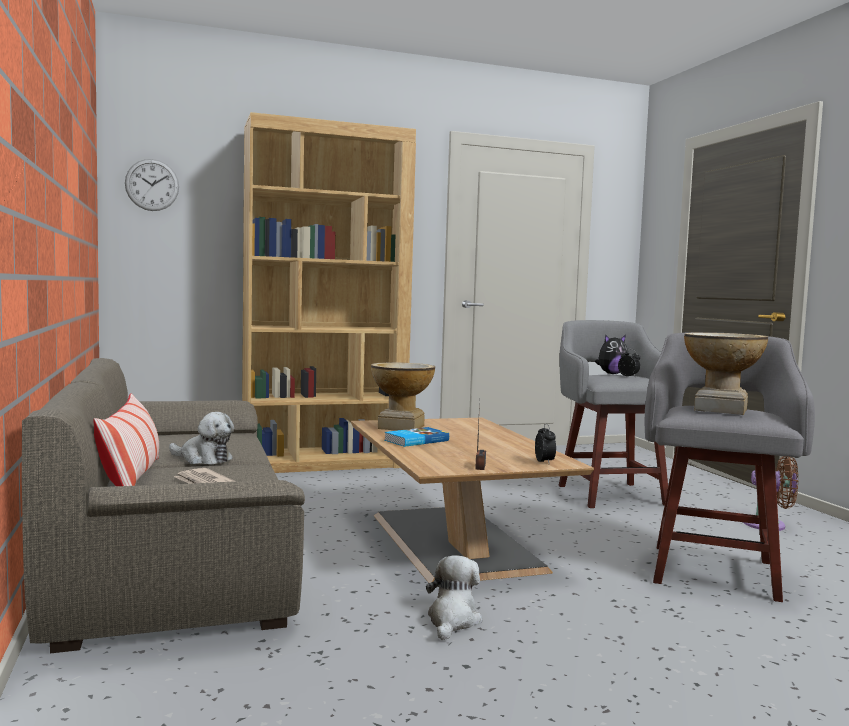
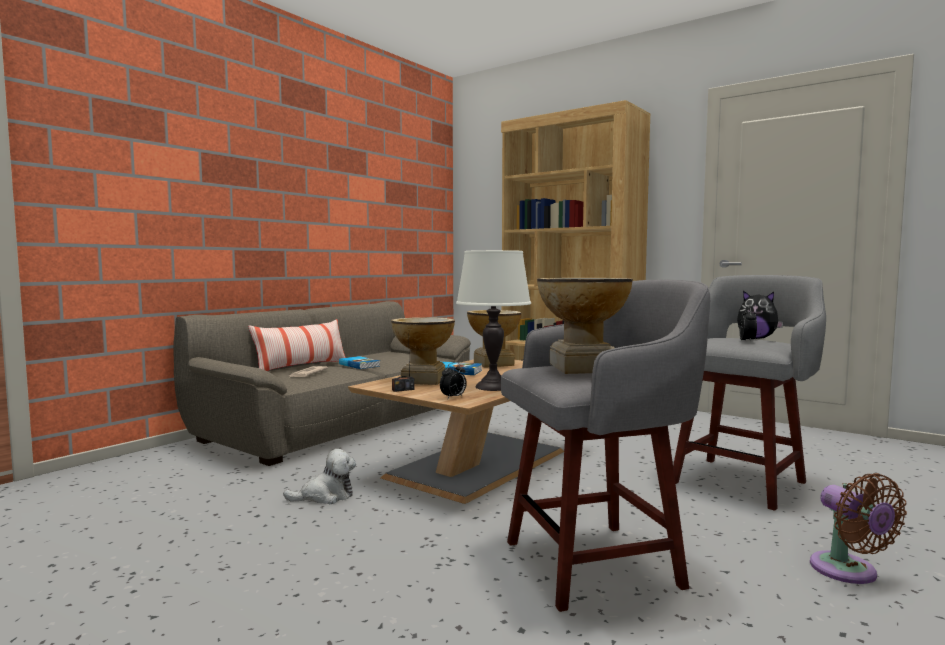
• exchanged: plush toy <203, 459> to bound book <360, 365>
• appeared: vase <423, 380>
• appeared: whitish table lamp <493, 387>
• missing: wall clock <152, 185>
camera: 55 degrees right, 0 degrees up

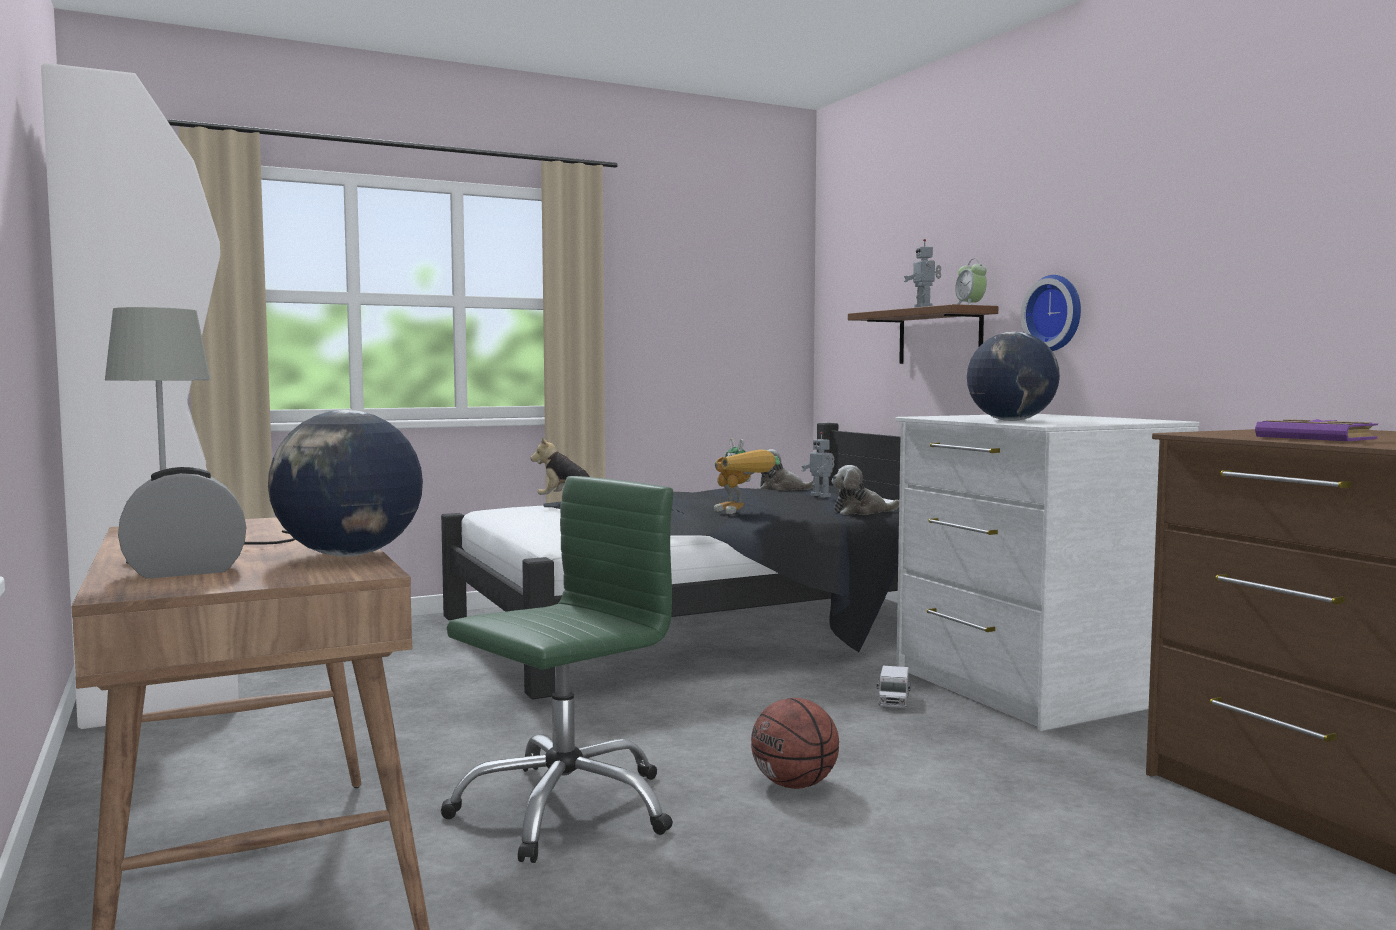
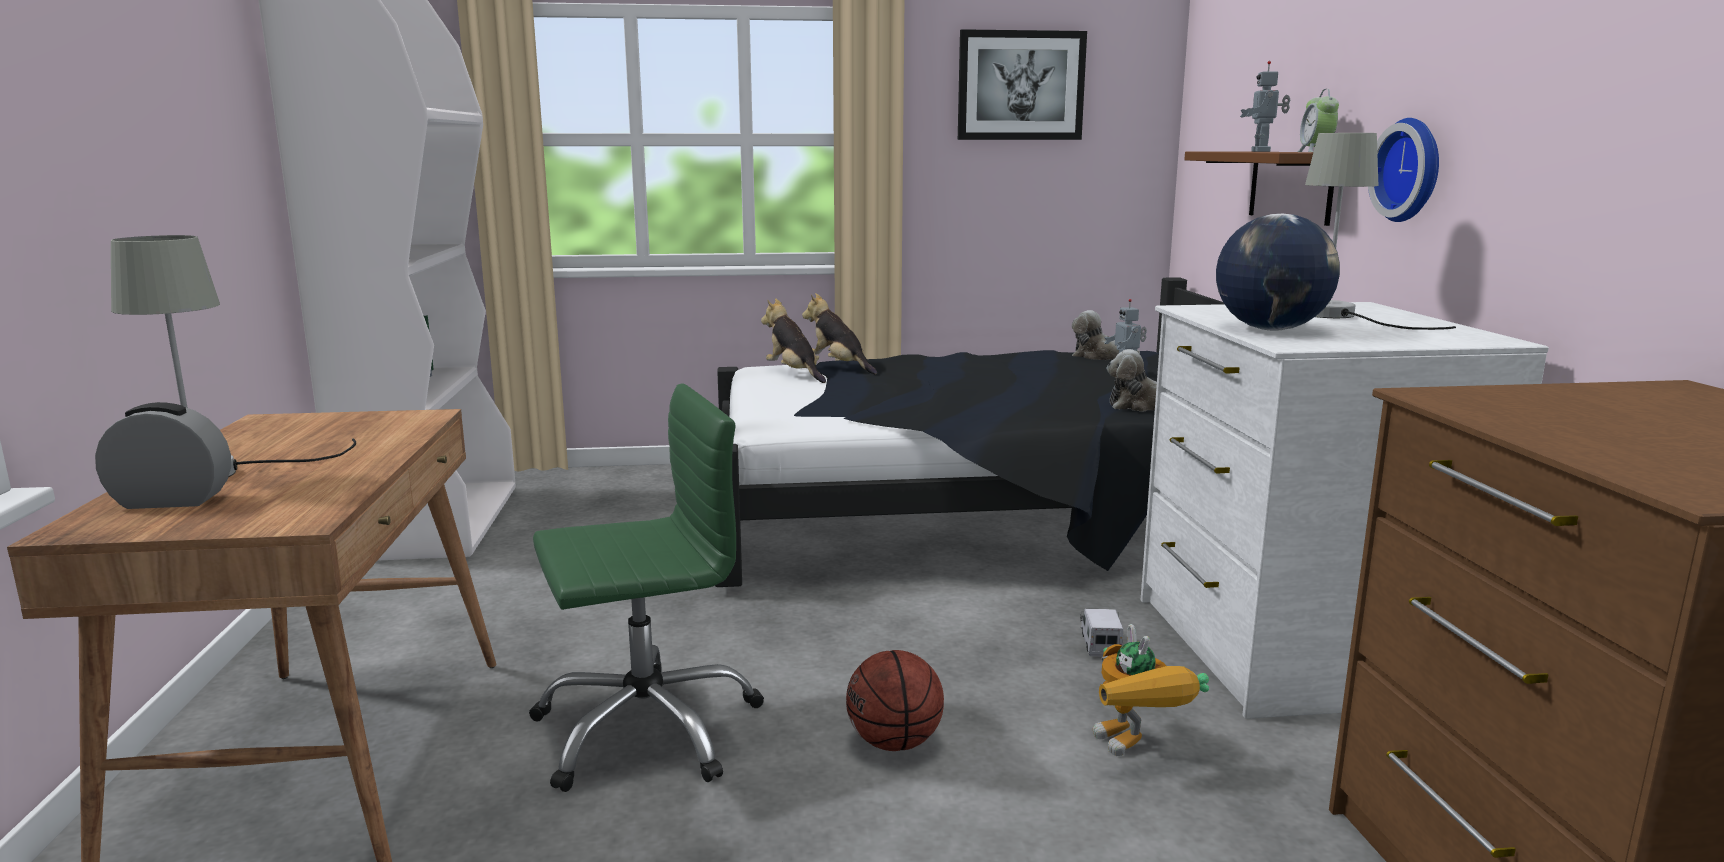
• appeared: plush toy <794, 374>
• appeared: wall art <1020, 86>
• spun: model truck <893, 701> = <1100, 645> 150 degrees clockwise
• relocated: toy robot <742, 512> to <1136, 751>
• appeared: grey table lamp <1340, 316>
• missing: desk globe <349, 555>
• missing: purple-coloured bound book <1318, 439>
camera: 20 degrees right, 10 degrees up

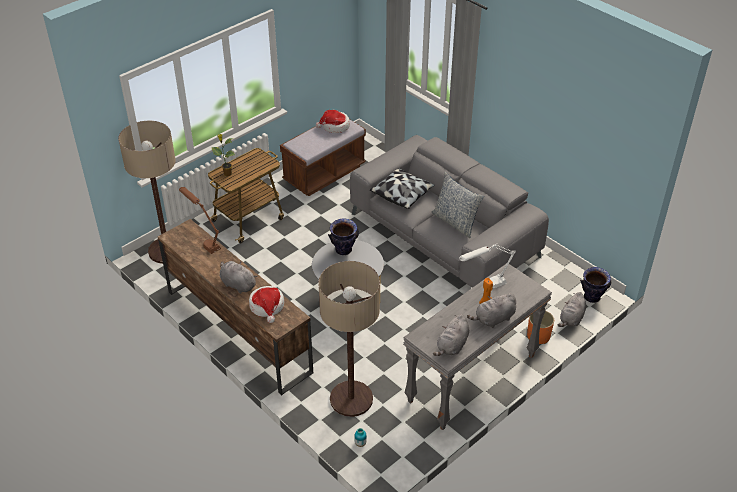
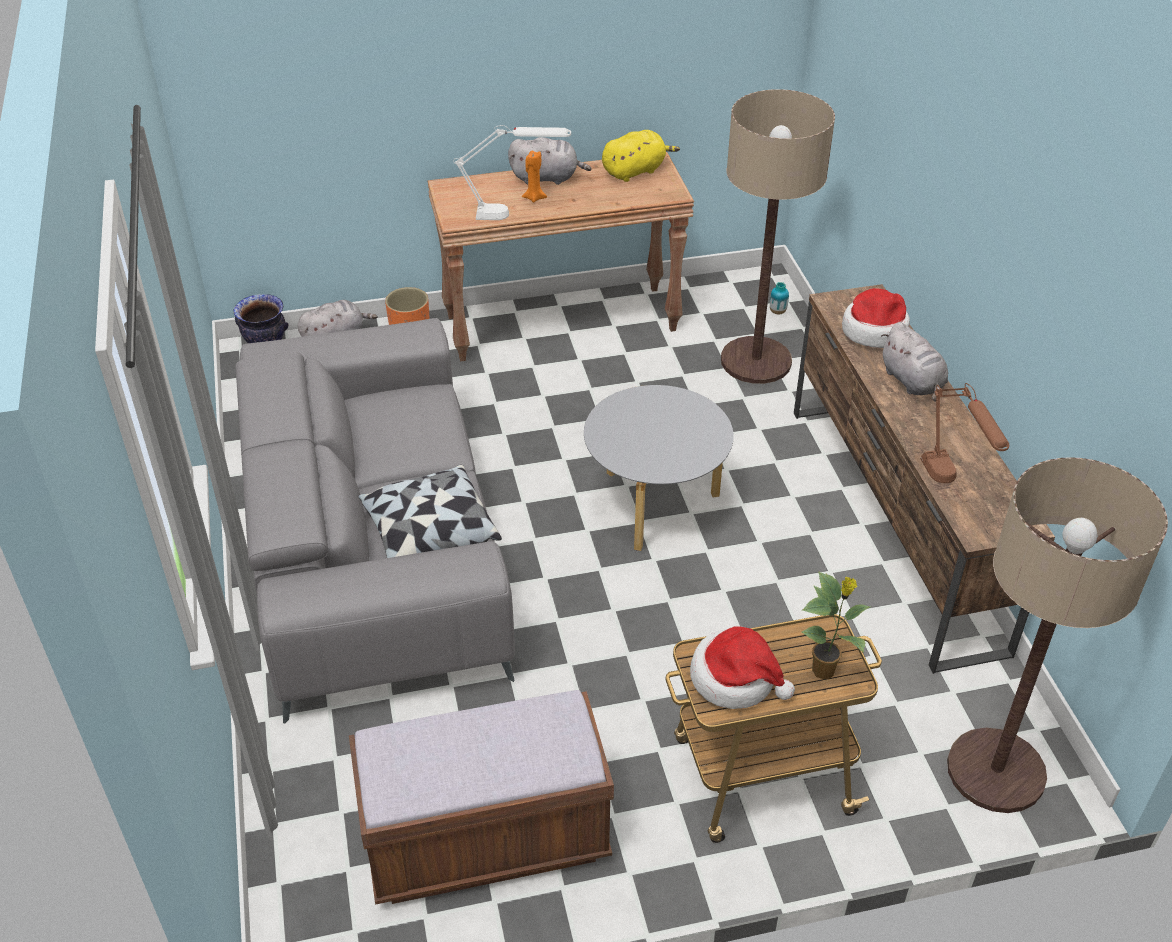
• colour: grey console table <472, 379> to brown-coloured console table <561, 322>
• colour: grey plush toy <452, 346> to yellowish plush toy <635, 171>
• relocated: clothing hat <335, 126> to <735, 679>
• missing: vase <343, 250>
• missing: cushion <455, 222>
camera: 150 degrees left, 0 degrees up

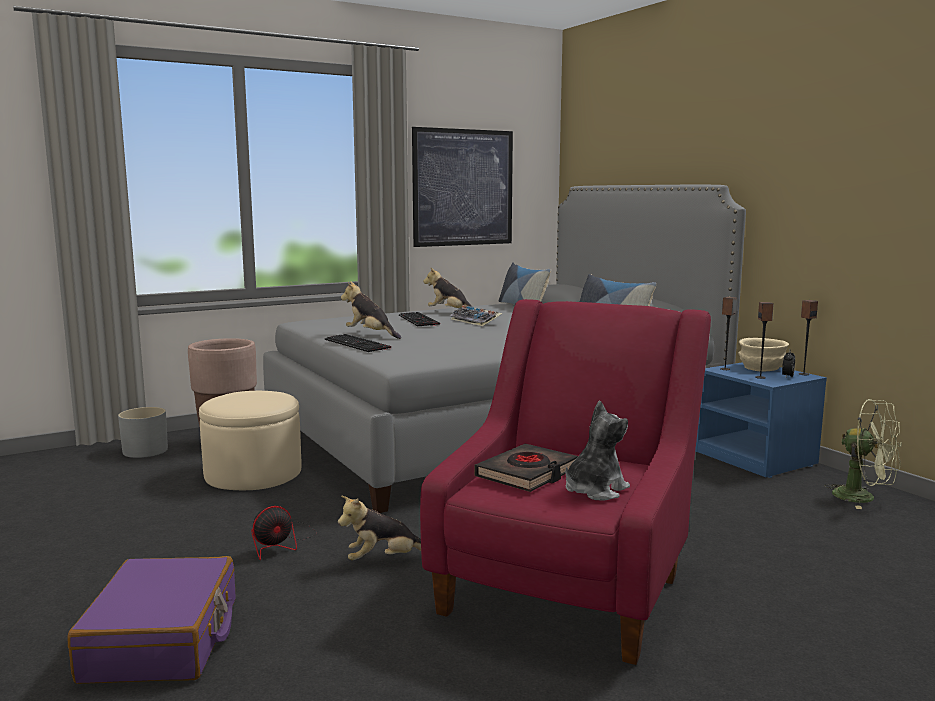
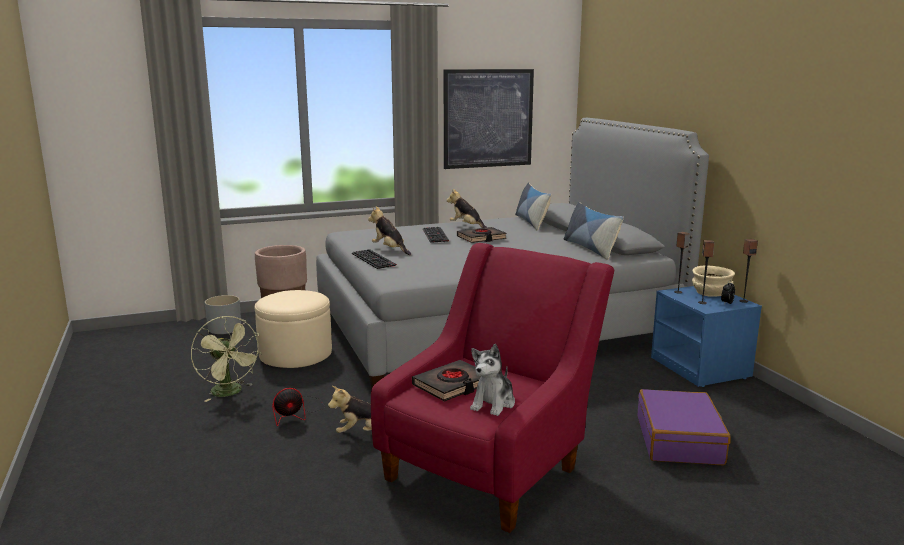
• relocated: green cooling fan <863, 498> to <230, 393>
• exchanged: keyboard <476, 321> to black-coloured bound book <481, 238>
• spun: plush toy <594, 490> = <493, 403> 150 degrees clockwise
• relocated: purple-coloured travel case <163, 640> to <679, 440>
camera: 10 degrees right, 5 degrees up

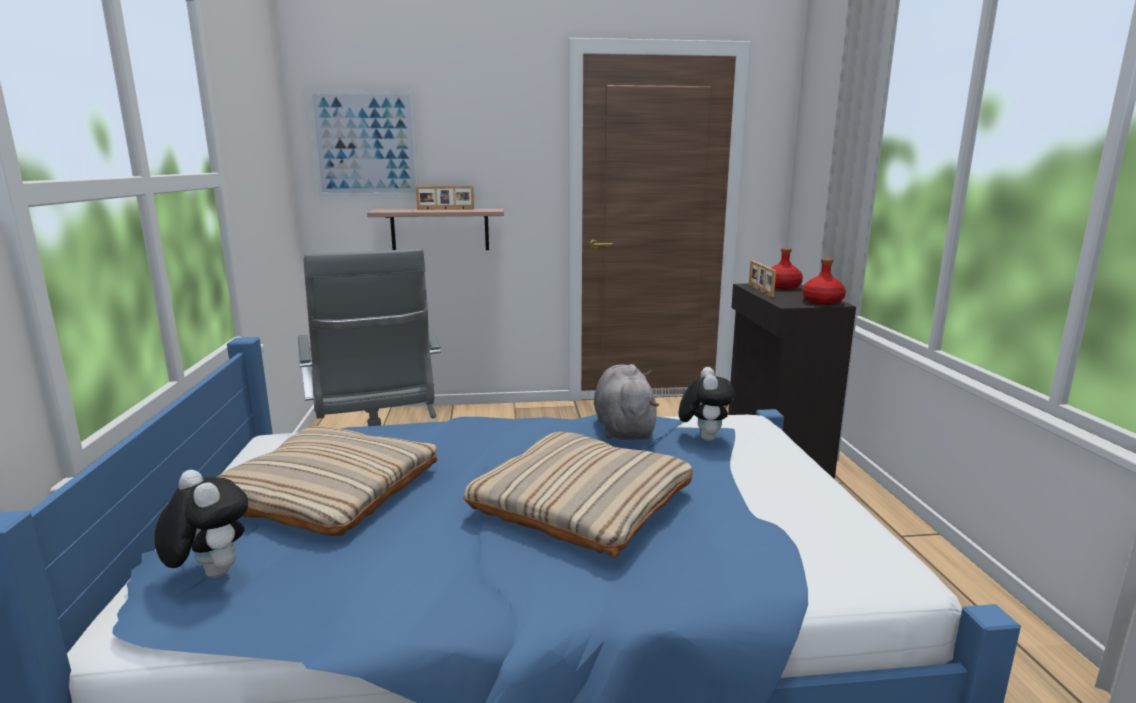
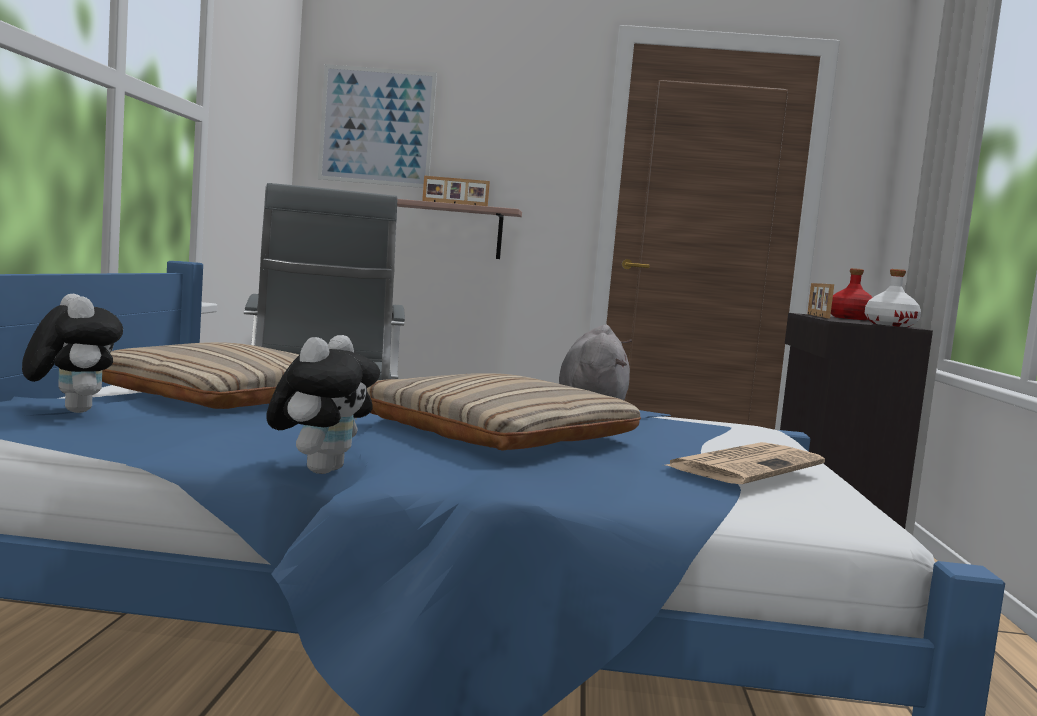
• relocated: plush toy <703, 437> to <320, 469>
• appeared: printed paper <746, 465>
• colour: red-coloured drink bottle <822, 302> to whitish drink bottle <890, 325>
camera: 10 degrees right, 10 degrees down

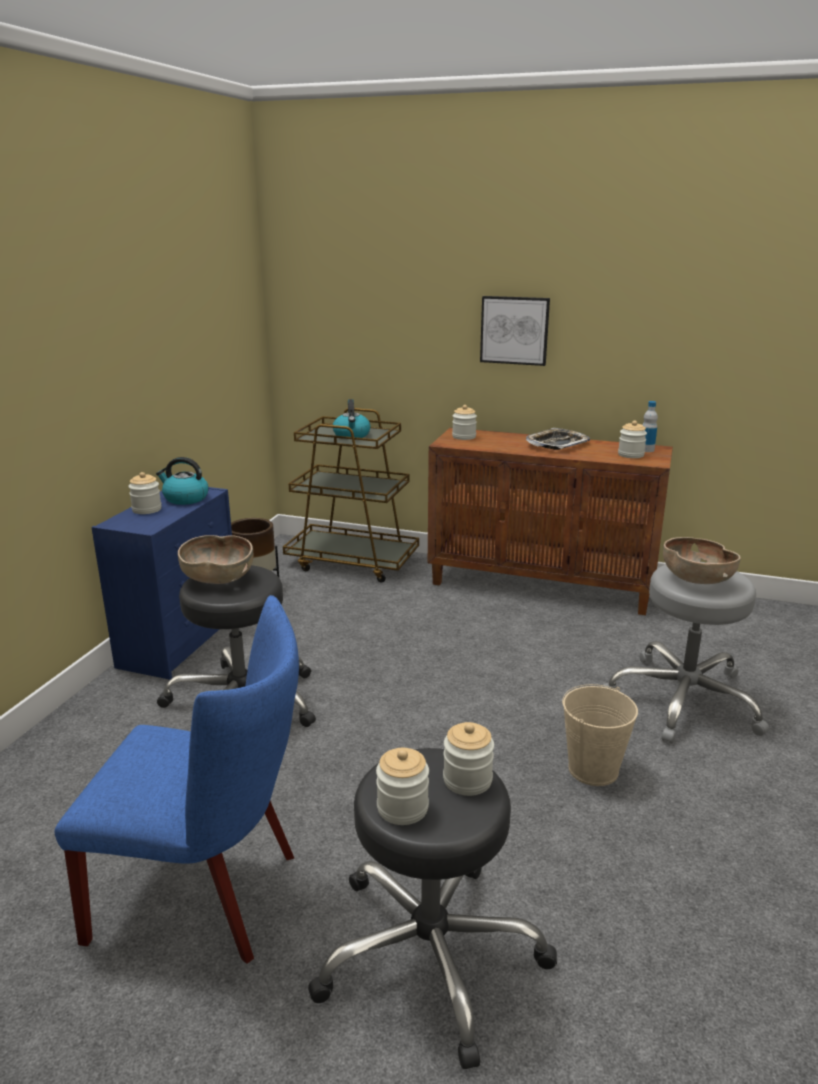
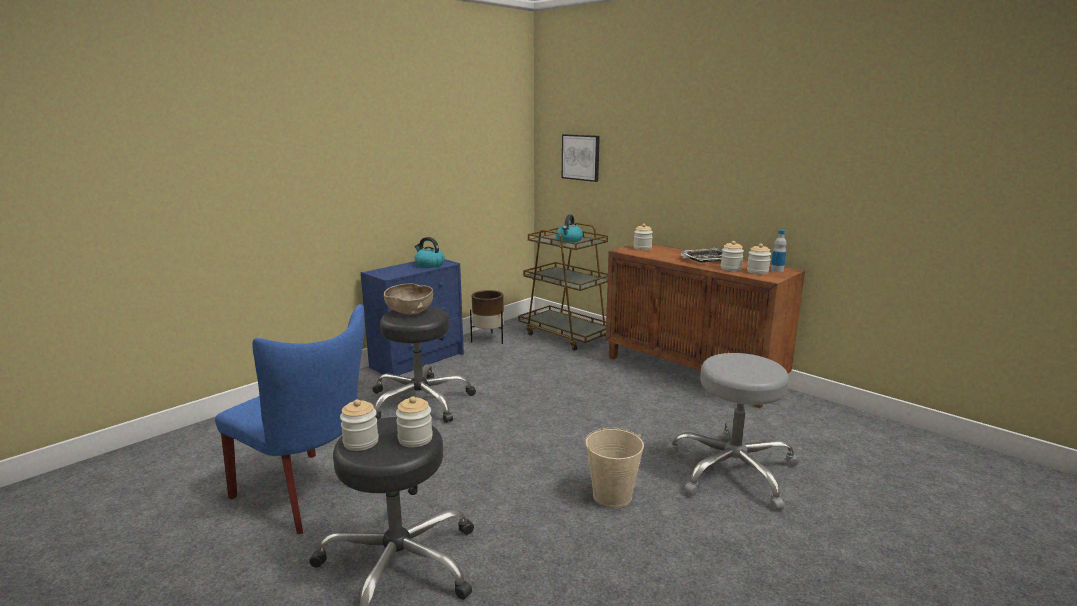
• relocated: wall art <514, 330> to <581, 157>
• relocated: preserve jar <147, 509> to <731, 268>
• missing: brown-coloured serving bowl <695, 580>
camera: 25 degrees right, 5 degrees down

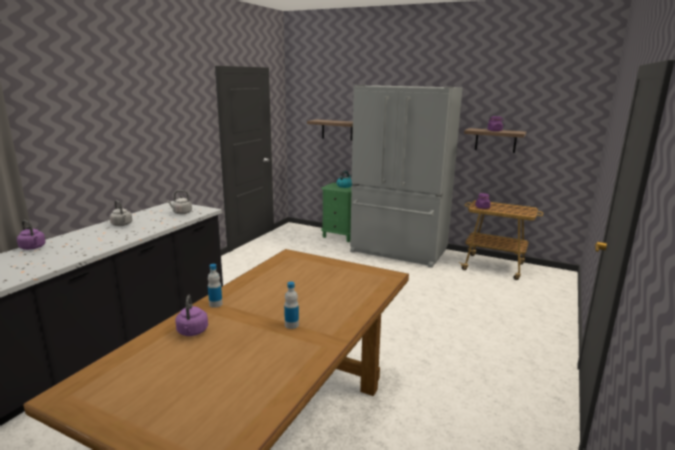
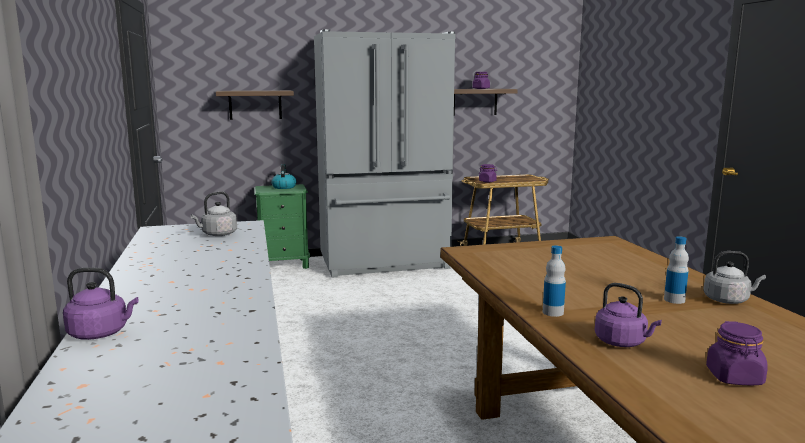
• relocated: grey tea kettle <122, 225> to <728, 300>
• appeared: purple-coloured preserve jar <734, 377>
camera: 40 degrees left, 5 degrees down

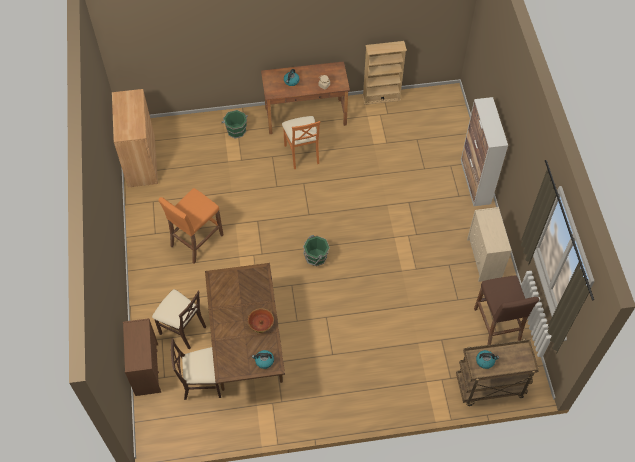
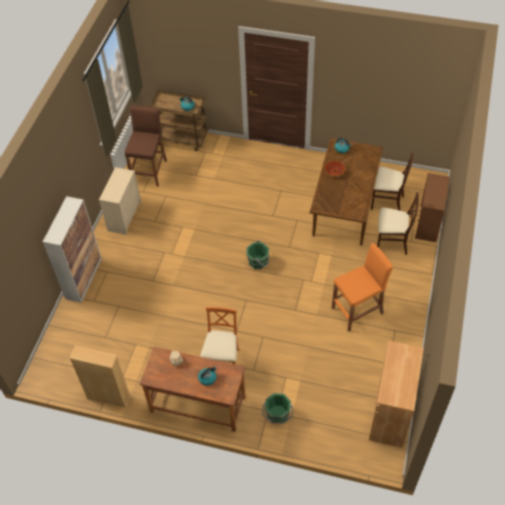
• spun: sand-coloured plain chair <182, 329> = <391, 243> 135 degrees clockwise
camera: 155 degrees left, 5 degrees down

